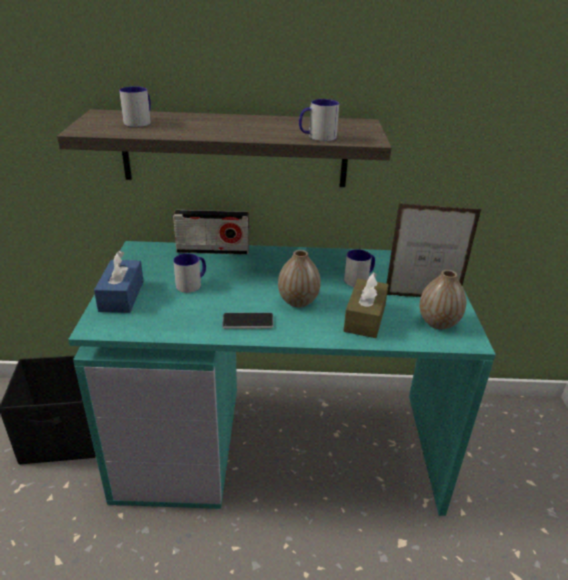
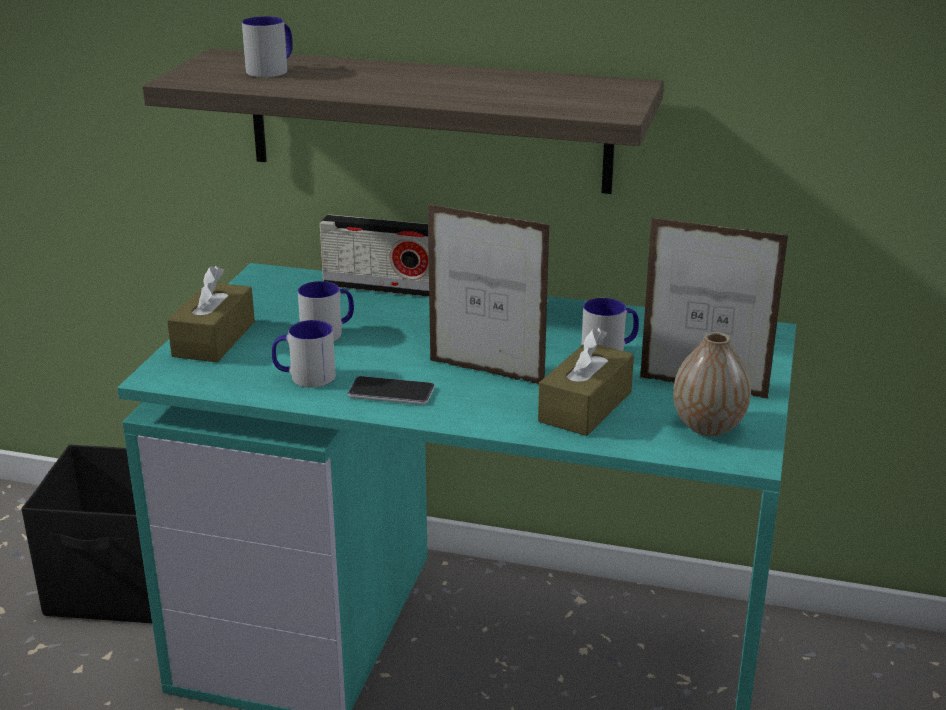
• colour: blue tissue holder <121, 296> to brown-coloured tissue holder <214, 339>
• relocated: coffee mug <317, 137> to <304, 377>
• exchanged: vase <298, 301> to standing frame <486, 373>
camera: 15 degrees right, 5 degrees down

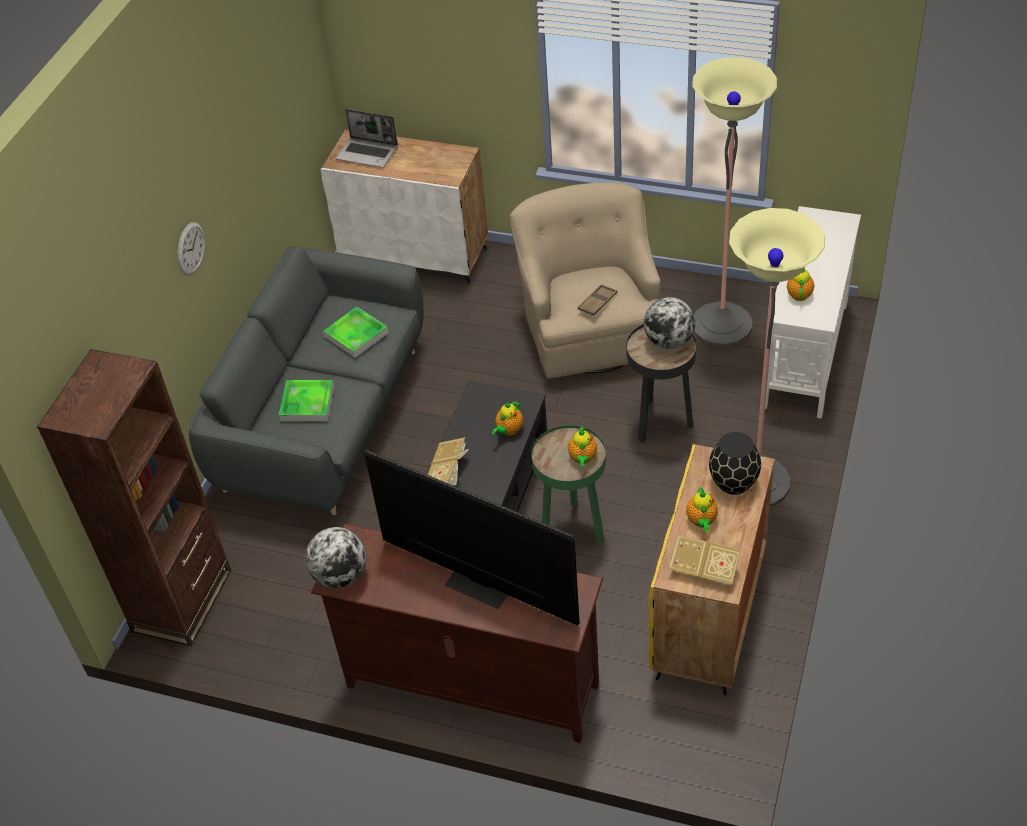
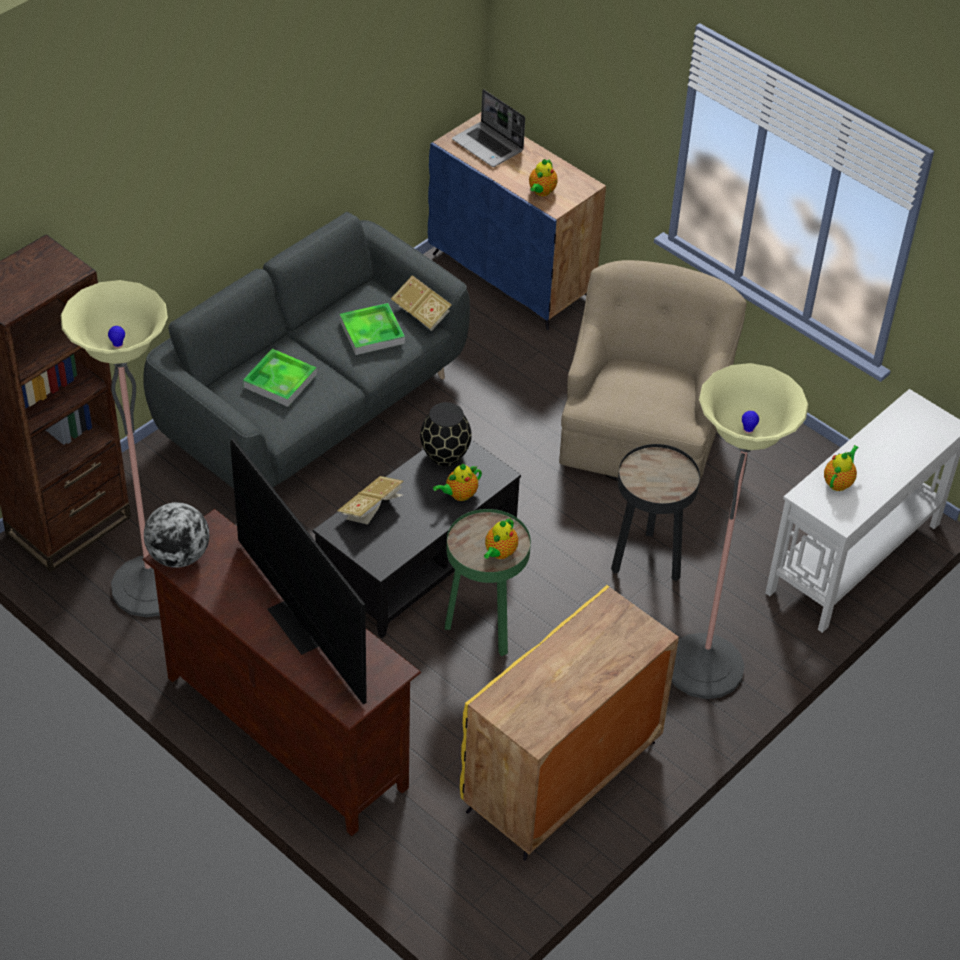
• relocated: standing lamp <721, 325> to <150, 587>
• relocated: bound book <704, 569> to <422, 314>
• relocated: black-coloured vase <733, 483> to <444, 455>
• colour: whitish storage cabinet <416, 255> to blue storage cabinet <512, 276>
• relocated: pot for tea <701, 521> to <541, 192>
• missing: wall clock <190, 248>
• missing: brown-coloured carrying tray <597, 302>
• missing: desk globe <669, 341>
camera: 20 degrees right, 0 degrees up

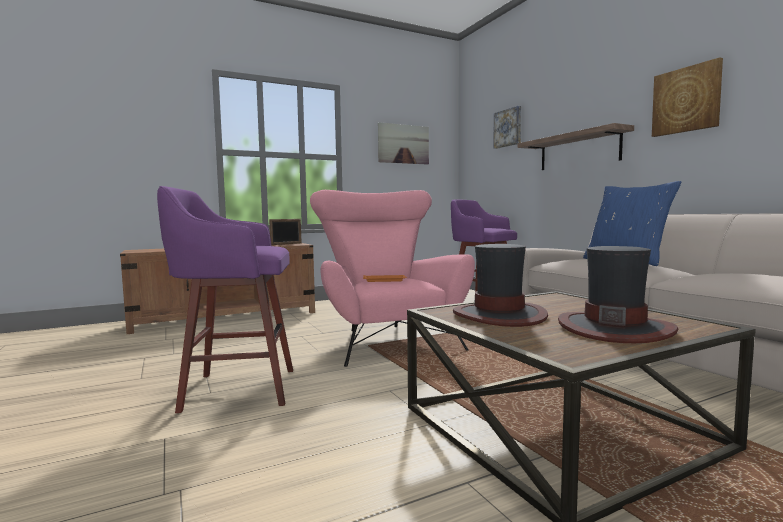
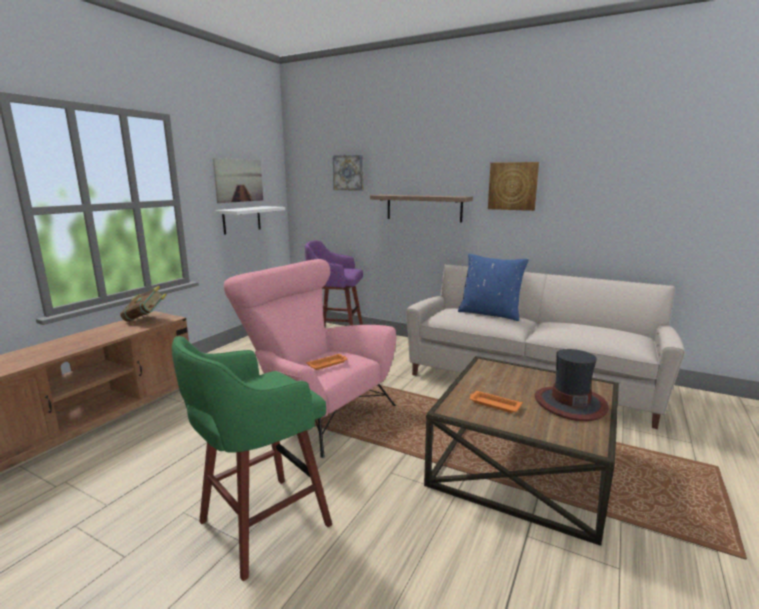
• exchanged: standing frame <286, 244> to bound book <146, 319>
• colour: purple-coloured stool <236, 389> to green stool <260, 525>
• appeared: whitish bracket shelf <241, 220>
• exchanged: clothing hat <499, 315> to orangey carrying tray <493, 404>
camera: 35 degrees left, 10 degrees up

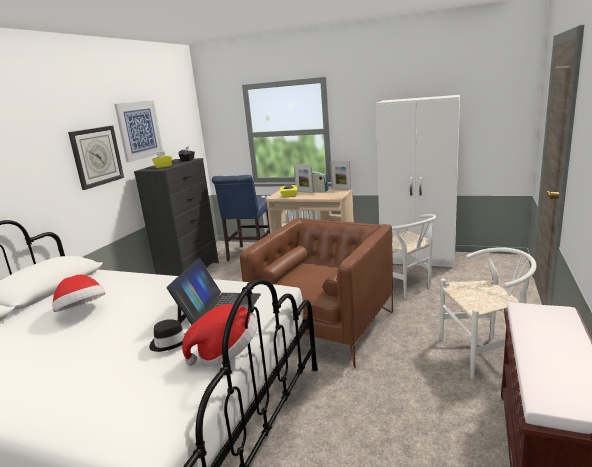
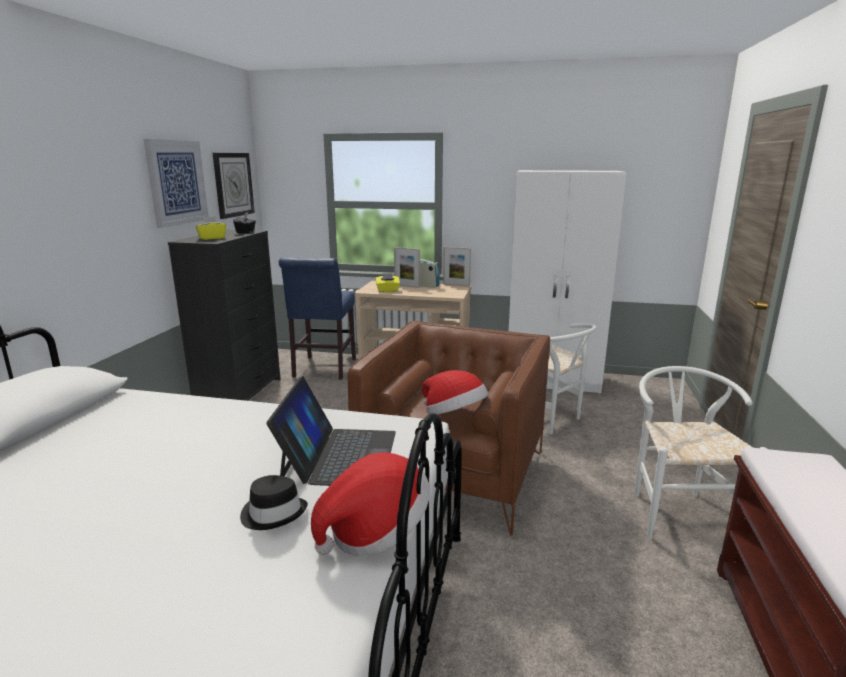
• relocated: wall clock <96, 156> to <233, 184>
• relocated: clothing hat <82, 311> to <454, 416>
• spun: whitish plain chair <485, 353> = <677, 511> 75 degrees counterclockwise
camera: 10 degrees left, 0 degrees up

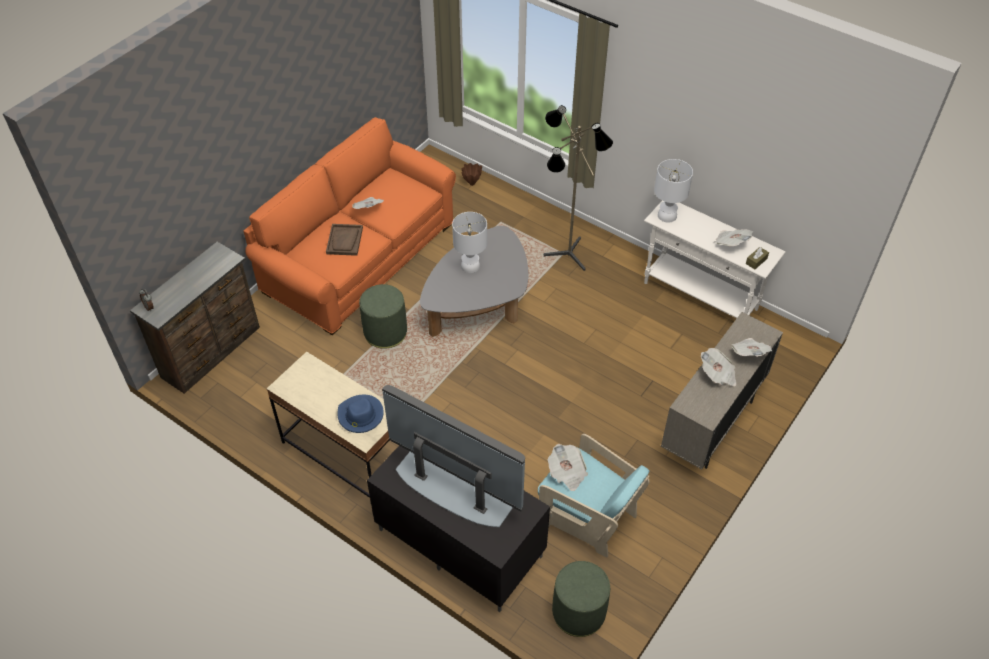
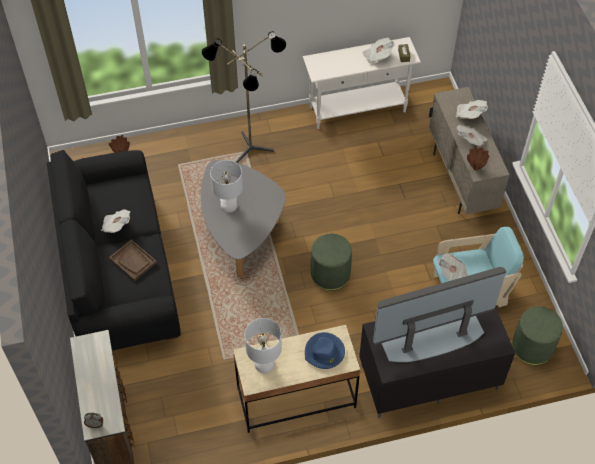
• colour: orangey settee <359, 258> to black-coloured settee <119, 271>
• relocated: whitish table lamp <667, 216> to <264, 364>
• relocated: green pouffe <385, 332> to <330, 274>
• appeared: brown-coloured vase <475, 168>
camera: 50 degrees left, 5 degrees up

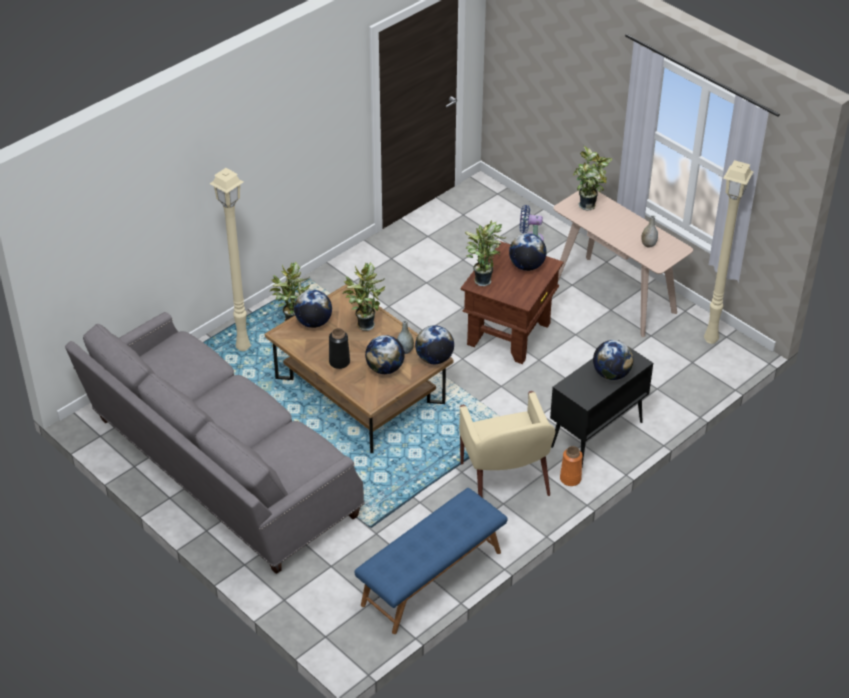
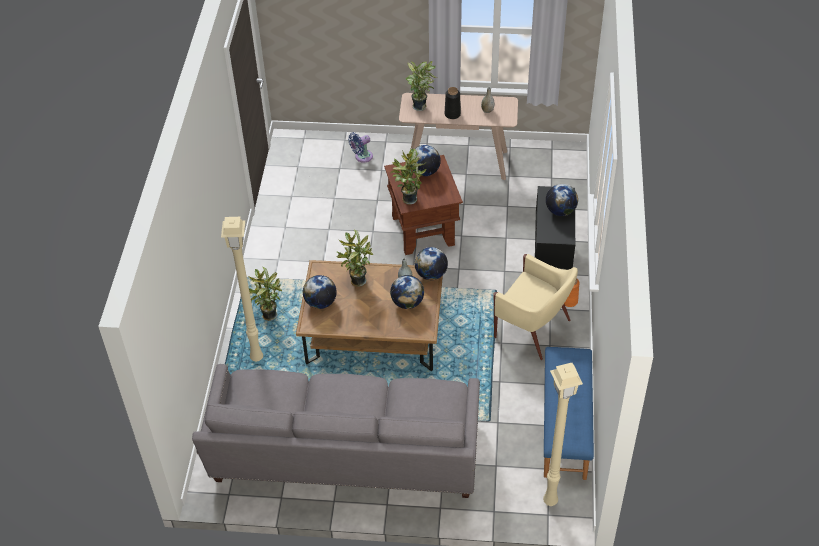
• relocated: black-coloured vase <339, 362> to <452, 114>
• relocated: sand-coloured standing lamp <711, 340> to <551, 501>
camera: 40 degrees left, 5 degrees up

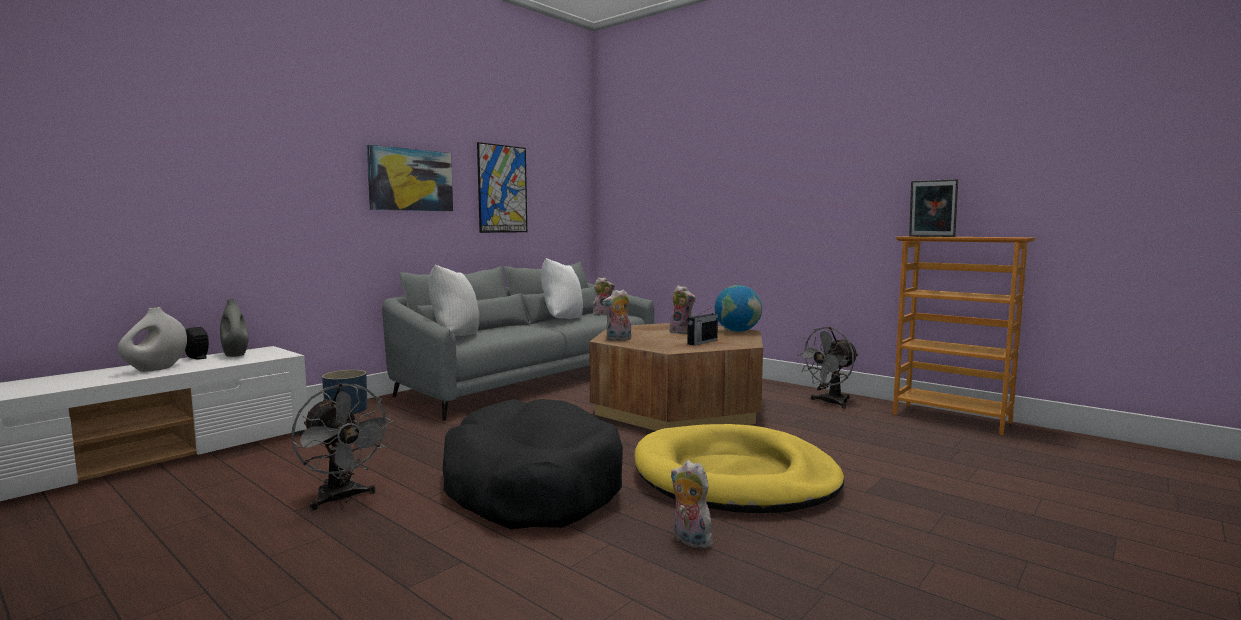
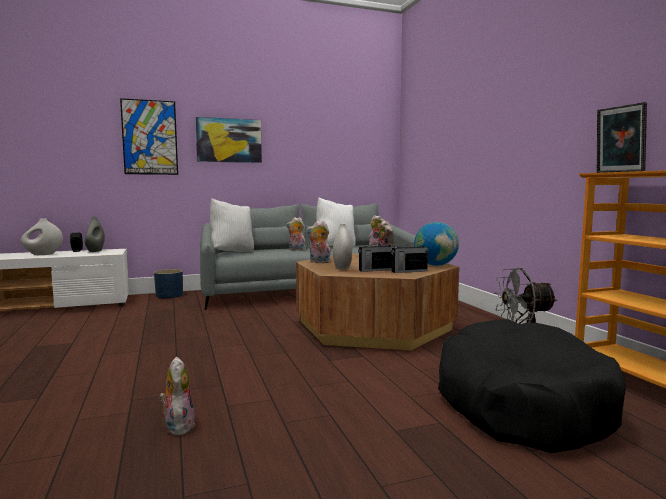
• relocated: wall art <502, 189> to <150, 137>
• appeared: plush toy <296, 250>
• appeared: whitish vase <342, 267>
• appeared: radio receiver <408, 271>
• relocated: black-coloured dog cushion <531, 486> to <520, 403>
• missing: grey cooling fan <342, 499>
• missing: yellowish dog cushion <734, 477>
camera: 30 degrees right, 0 degrees up

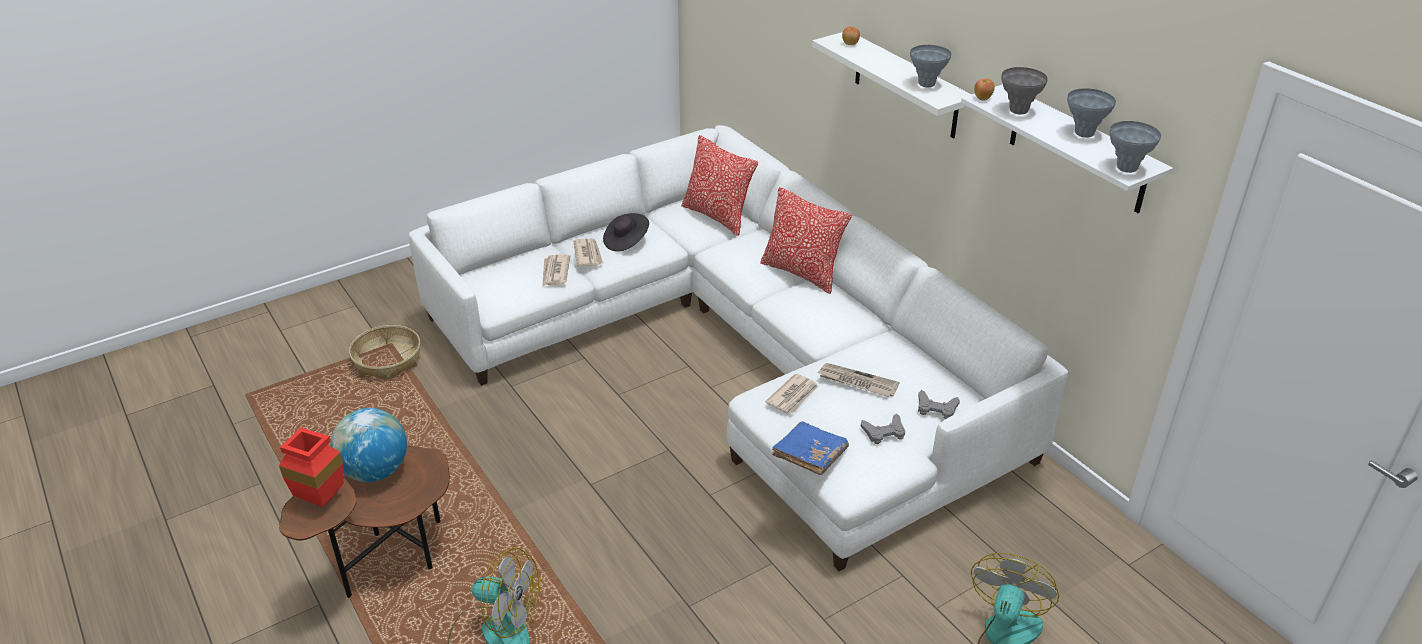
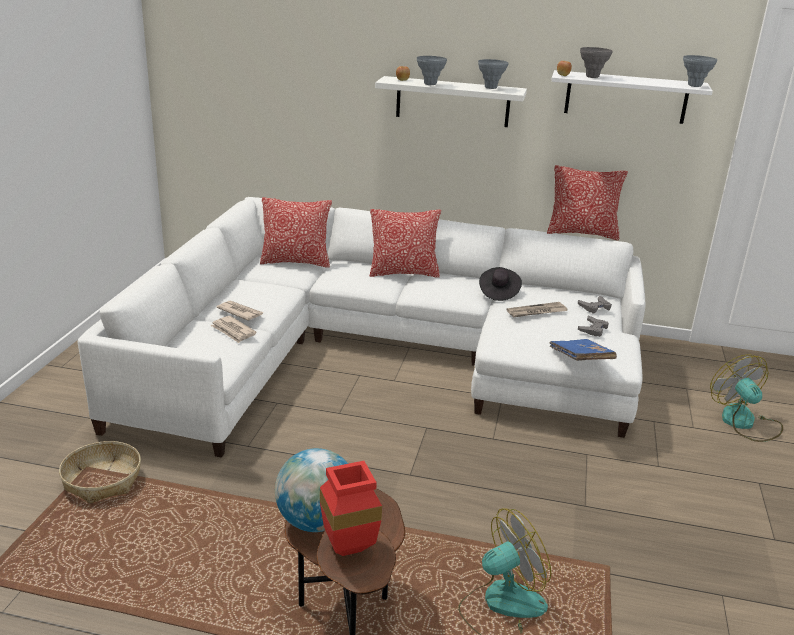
• relocated: grey vase <1084, 134> to <430, 84>
• relocated: black-coloured clothing hat <626, 241> to <498, 292>
• appeared: cushion <582, 233>
• missing: printed paper <793, 396>
camera: 45 degrees left, 10 degrees down

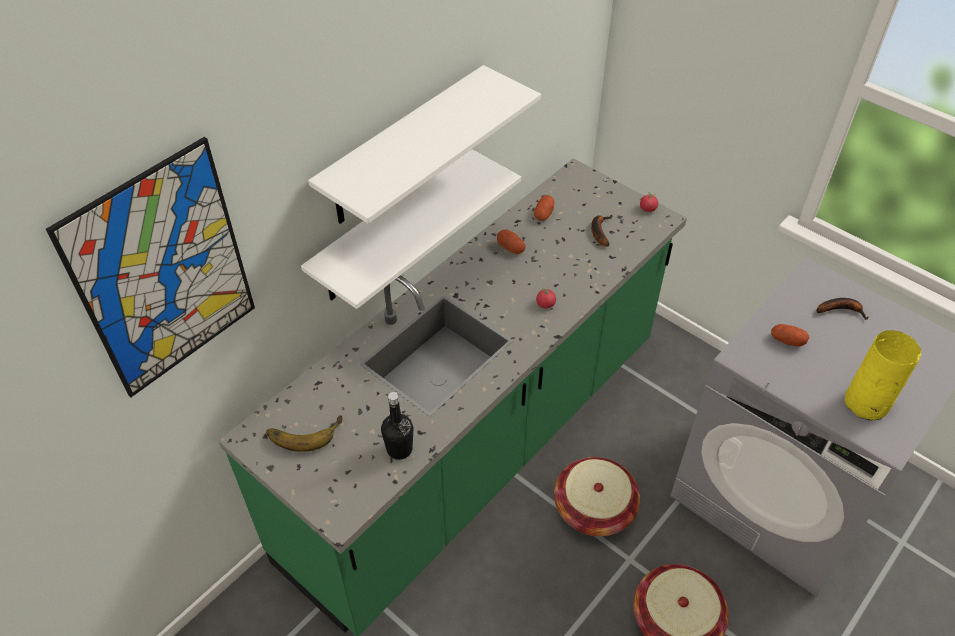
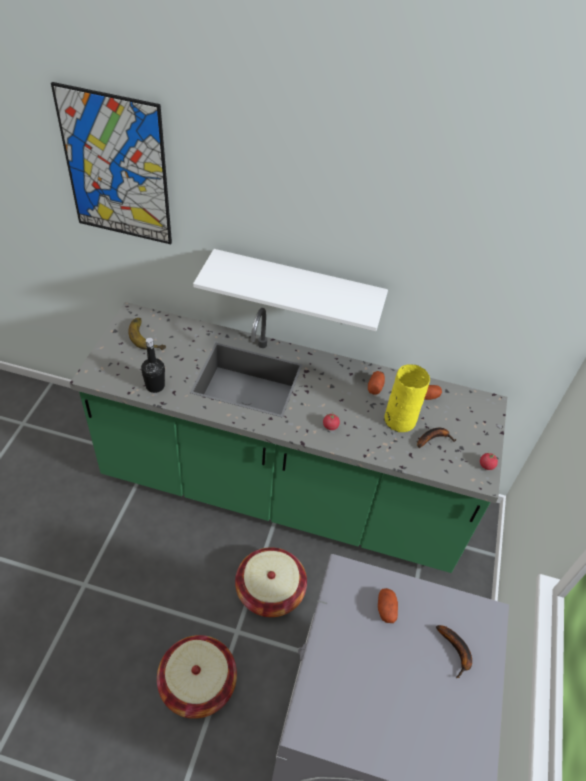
• relocated: yellowish vase <866, 404> to <398, 420>
• missing: whitish bracket shelf <403, 147>
camera: 60 degrees right, 0 degrees up

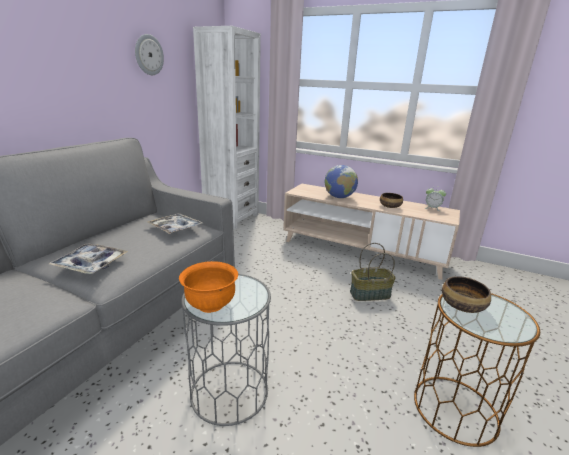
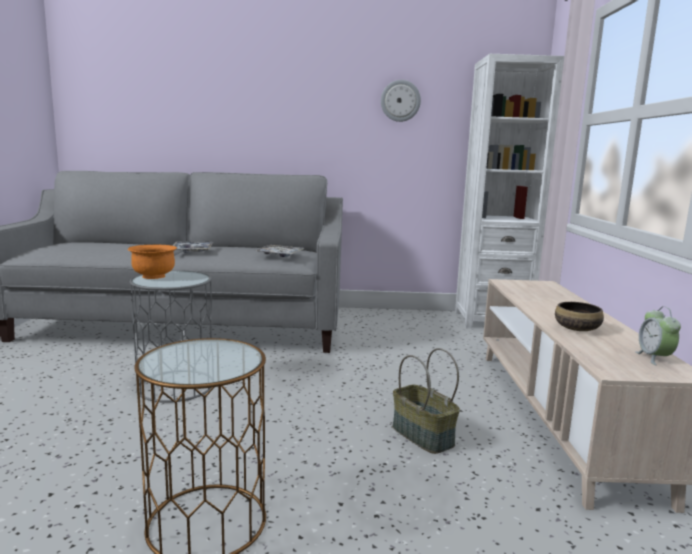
• missing: desk globe <339, 197>
• missing: serving bowl <462, 305>
camera: 65 degrees right, 10 degrees down

